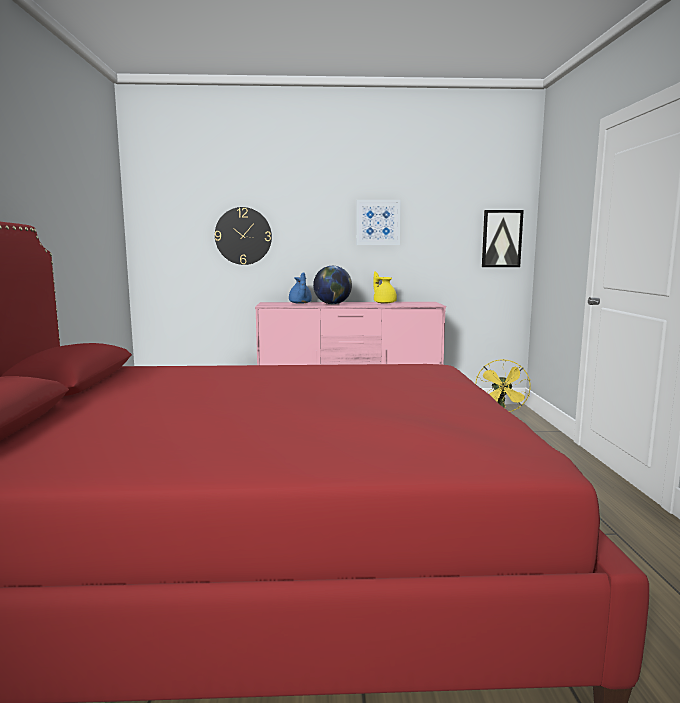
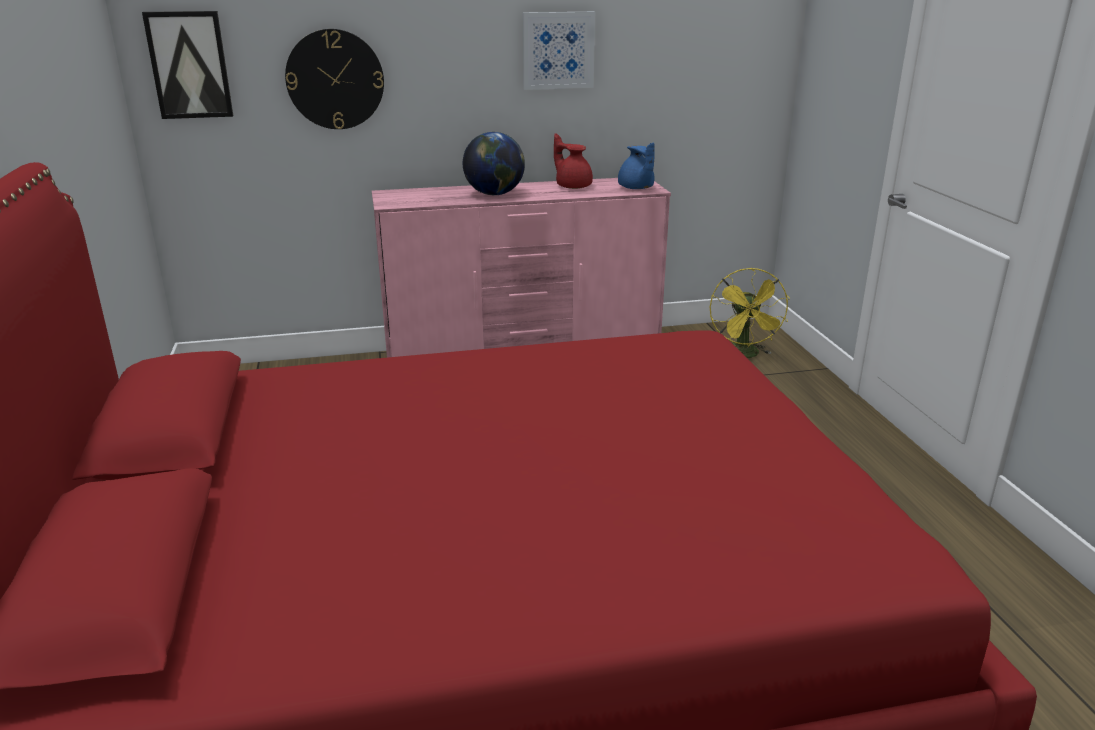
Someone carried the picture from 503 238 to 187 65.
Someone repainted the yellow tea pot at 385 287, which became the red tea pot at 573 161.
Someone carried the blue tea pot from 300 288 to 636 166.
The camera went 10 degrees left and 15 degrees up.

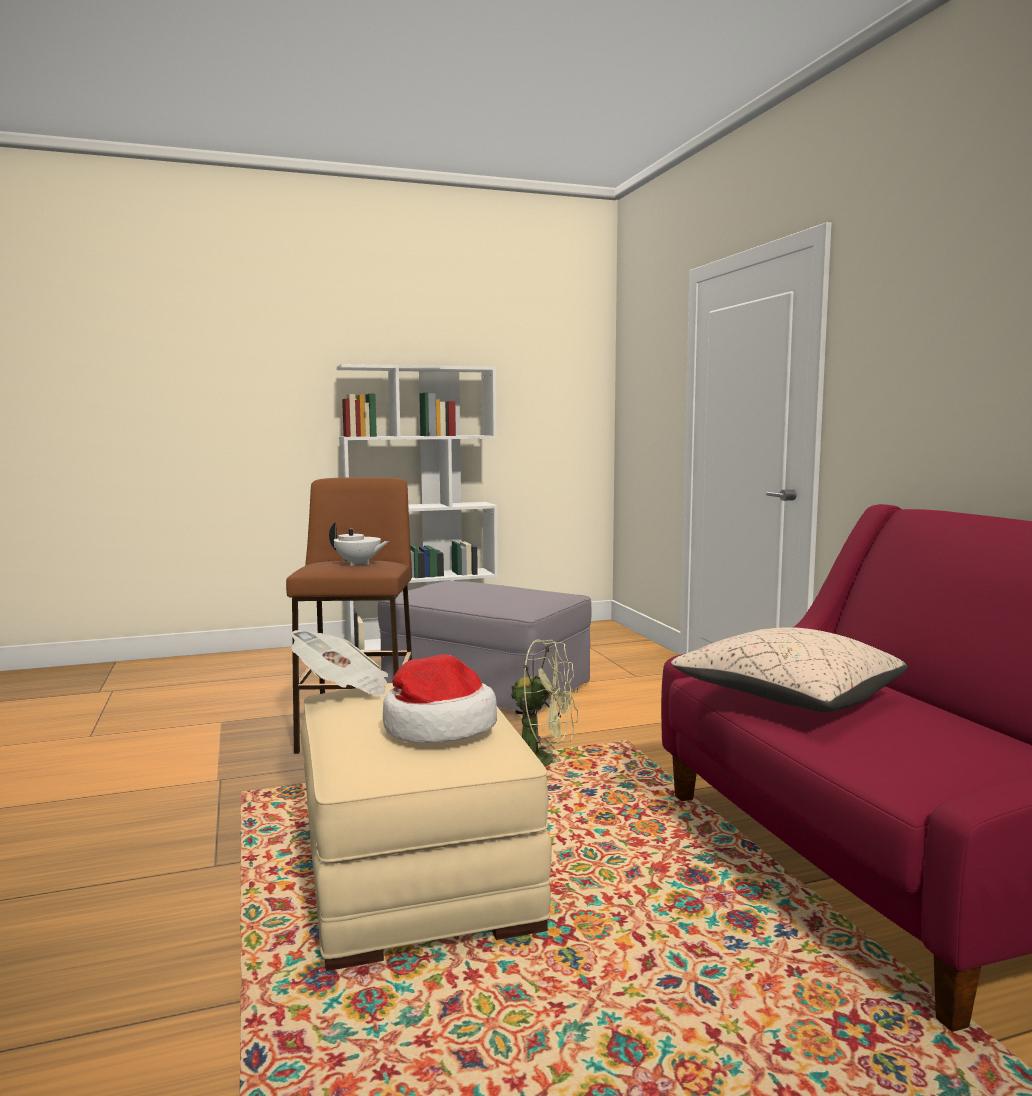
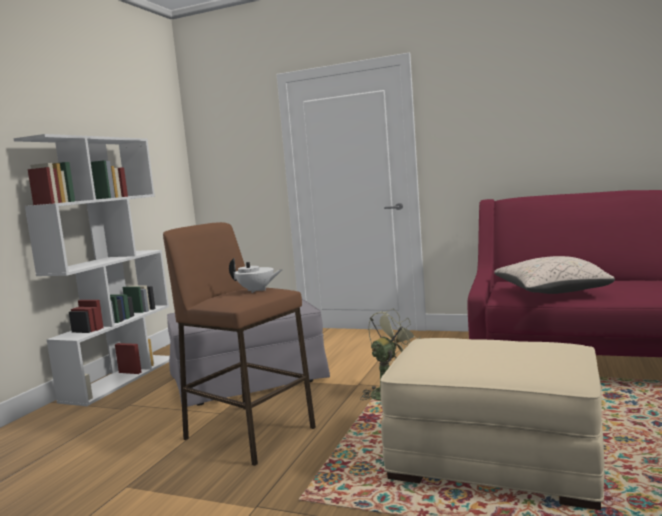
Someone rotated the white-coloured tea pot at 359 544 by 45 degrees clockwise.
Someone took away the printed paper at 339 663.
Someone took away the wearable hat at 440 698.
The camera went 50 degrees left and 0 degrees up.

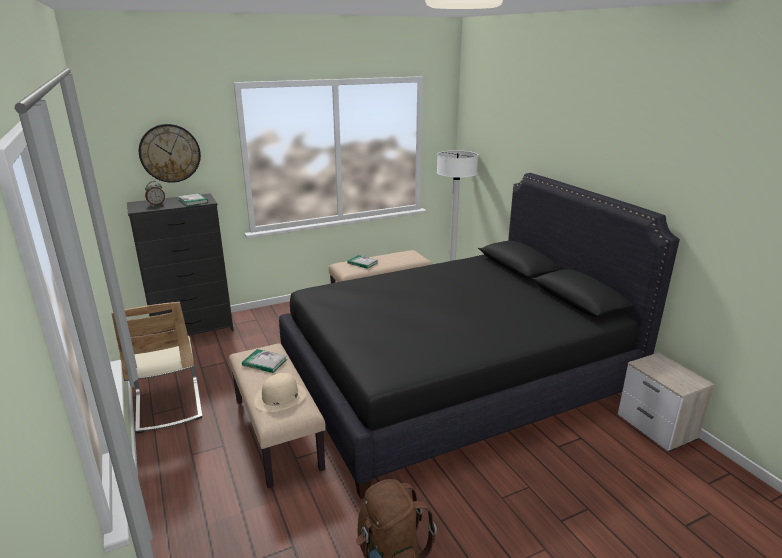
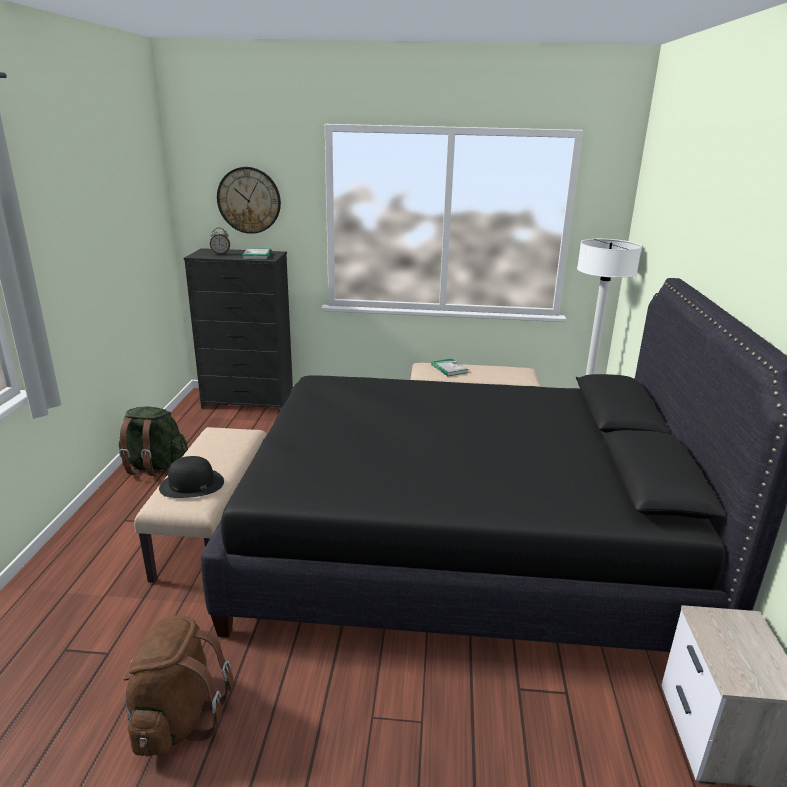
Someone swapped the sand-coloured chair at 157 367 for the greenish backpack at 153 441.
Someone took away the bound book at 264 361.
Someone repainted the sand-coloured wearable hat at 280 392, which became the black-coloured wearable hat at 191 477.
The camera went 30 degrees right and 0 degrees up.

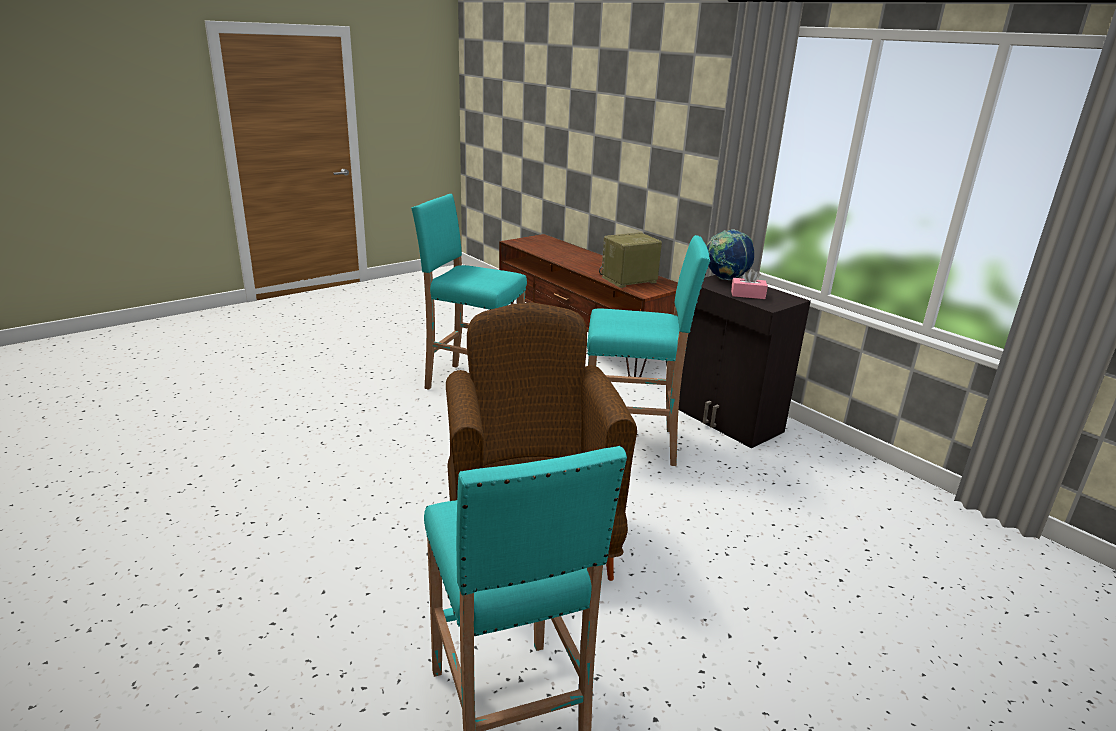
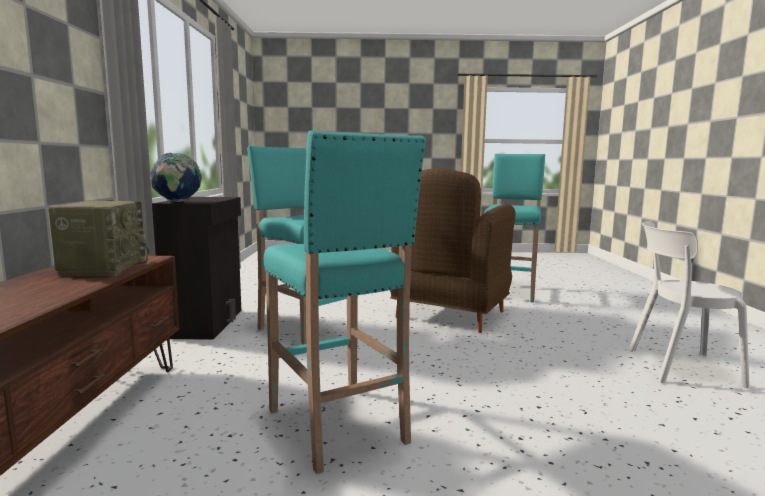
Someone rotated the radio set at 630 260 by 105 degrees counterclockwise.
Someone took away the pink tissue holder at 749 284.
Someone put down the white-coloured chair at 689 304.
The camera went 140 degrees left and 15 degrees down.

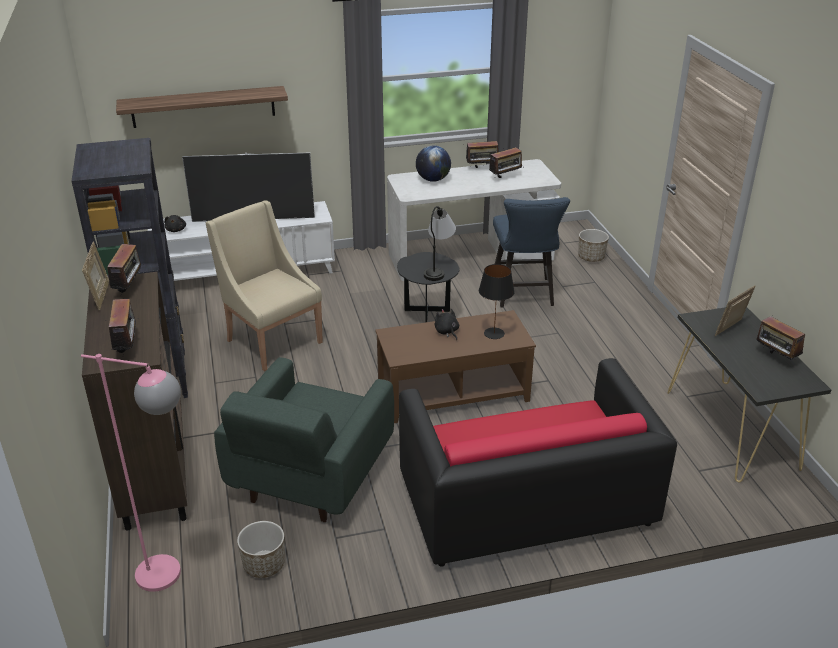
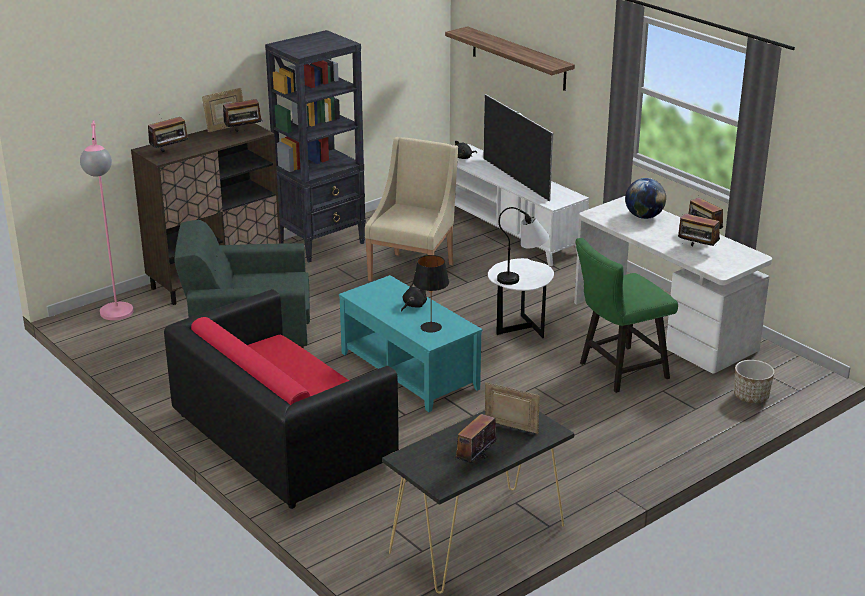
Someone repainted the blue chair at 531 252, which became the greenish chair at 626 315.
Someone repainted the black-coloured accent table at 428 287, which became the white-coloured accent table at 521 298.
Someone repainted the brownish low table at 455 366, which became the turquoise low table at 410 343.
Someone took away the plant pot at 261 549.
The camera went 65 degrees right and 5 degrees down.

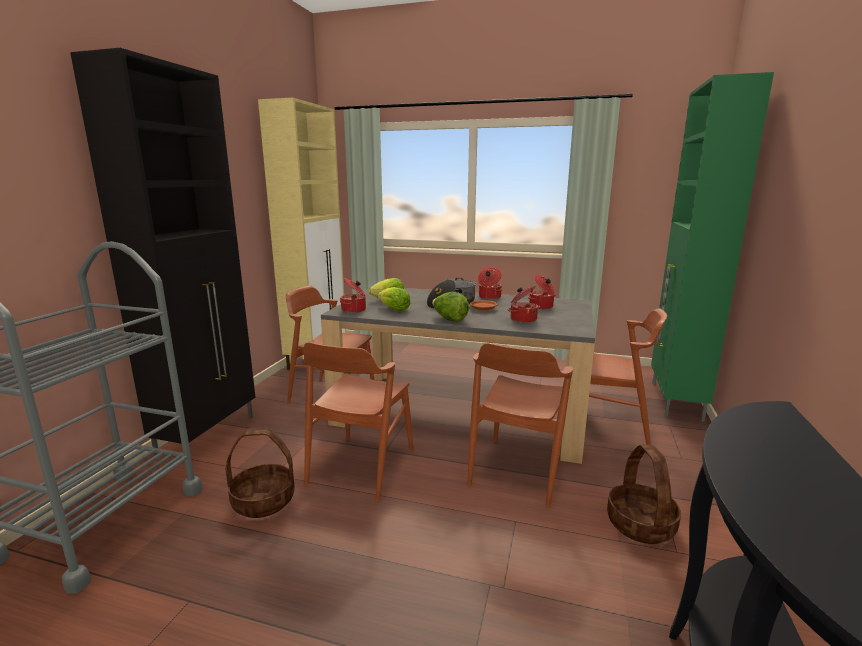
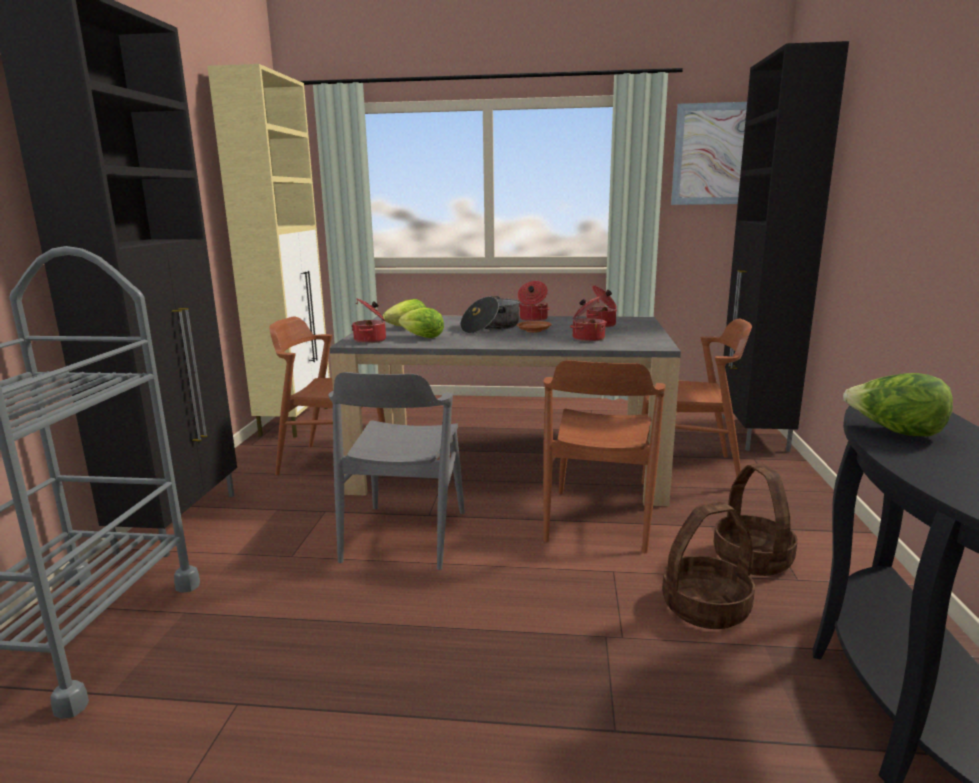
Someone repainted the greenish cabinet at 712 247, which became the black-coloured cabinet at 785 246.
Someone carried the lettuce from 450 307 to 898 405.
Someone repainted the brownish chair at 358 421, which became the grey chair at 396 471.
Someone carried the household basket from 259 473 to 708 565.
Someone put up the picture at 709 153.
The camera went 10 degrees left and 0 degrees up.

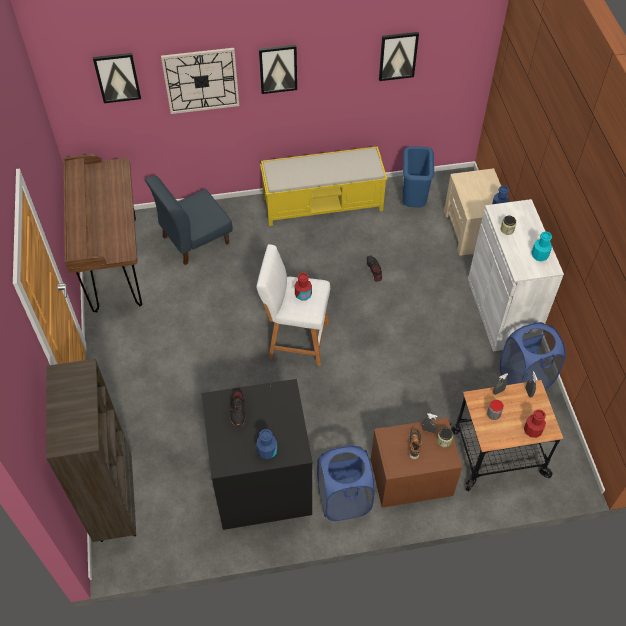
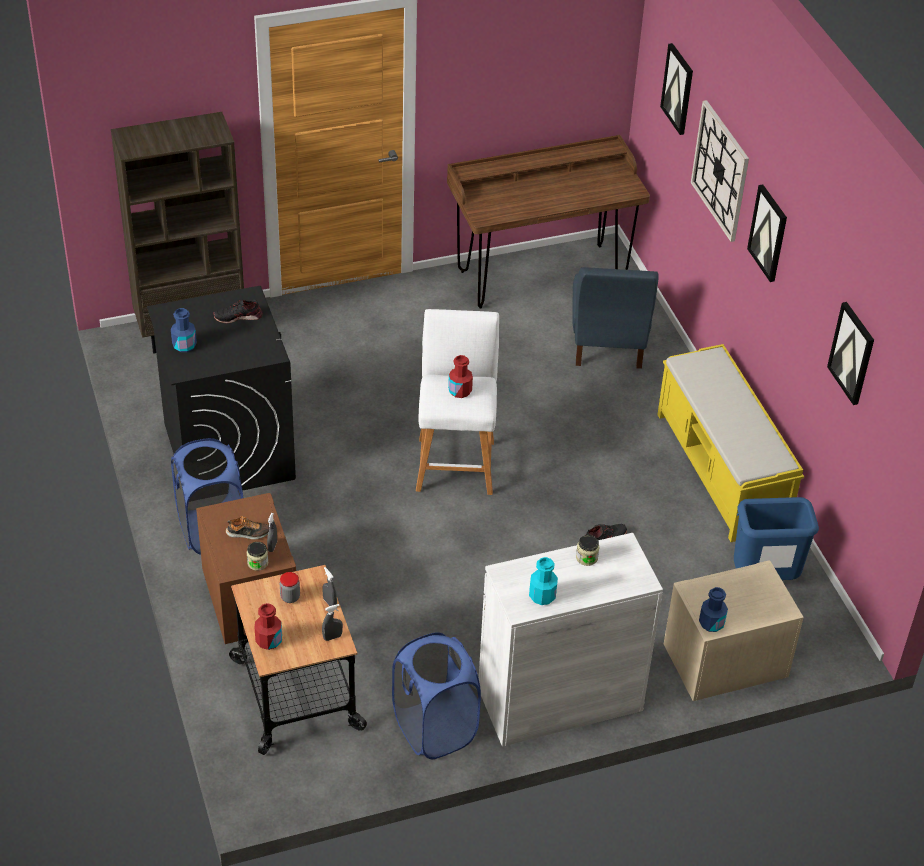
Someone rotated the blue chair at 189 220 by 135 degrees counterclockwise.
The camera went 80 degrees right and 10 degrees down.

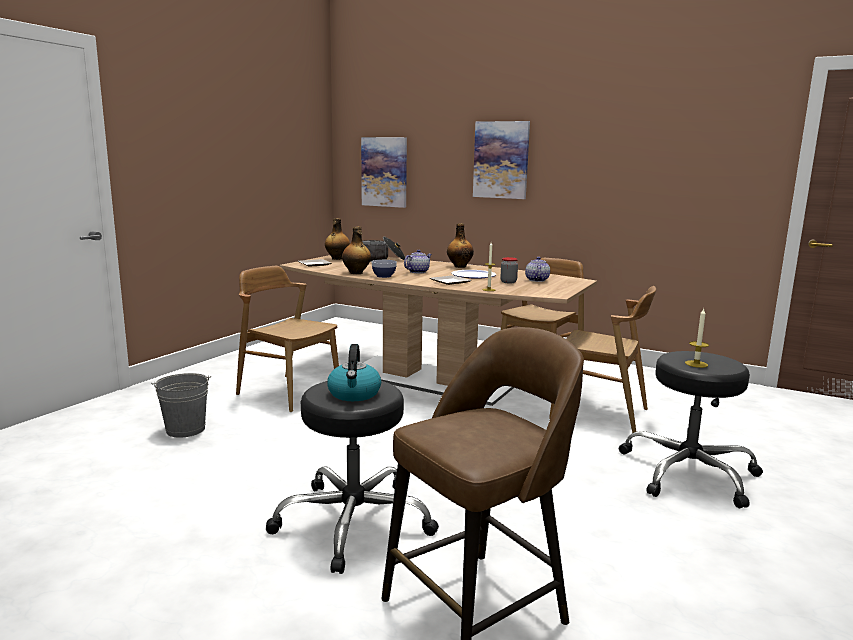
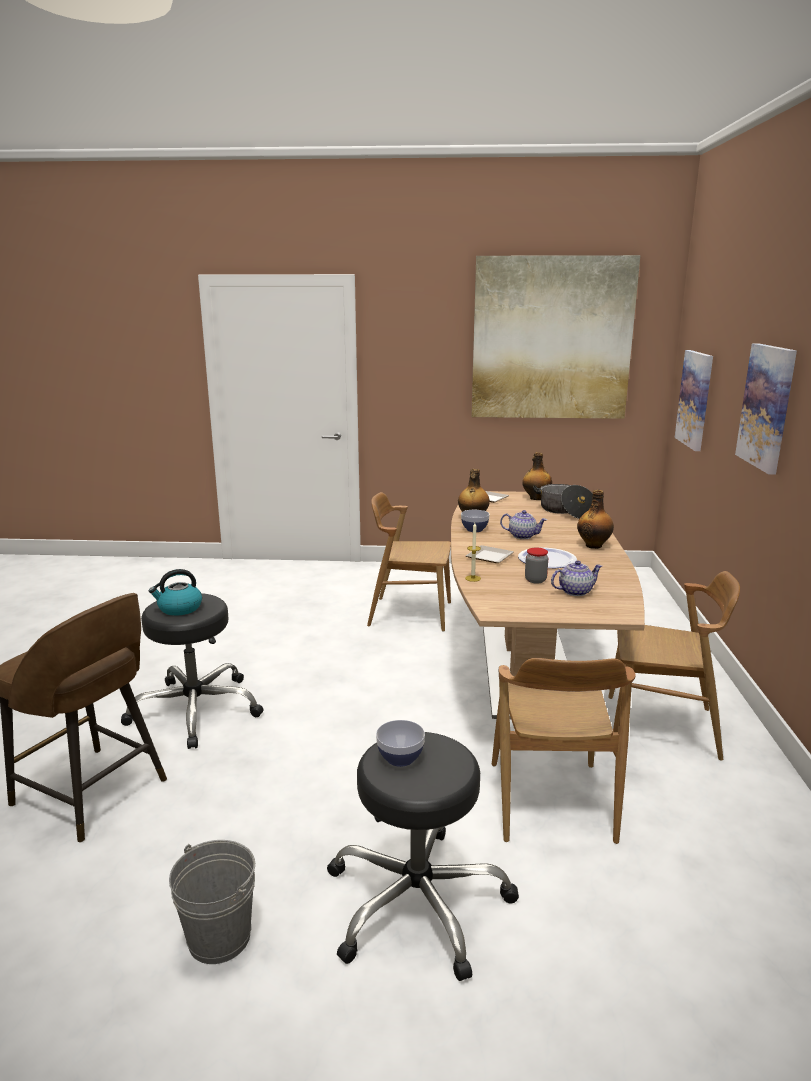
Someone rotated the brownish chair at 287 339 by 90 degrees counterclockwise.
Someone swapped the wax candle at 697 338 for the deep dish at 400 743.
Someone carried the grey bucket from 181 405 to 212 902.
Someone put up the picture at 555 337.
The camera went 65 degrees right and 5 degrees up.

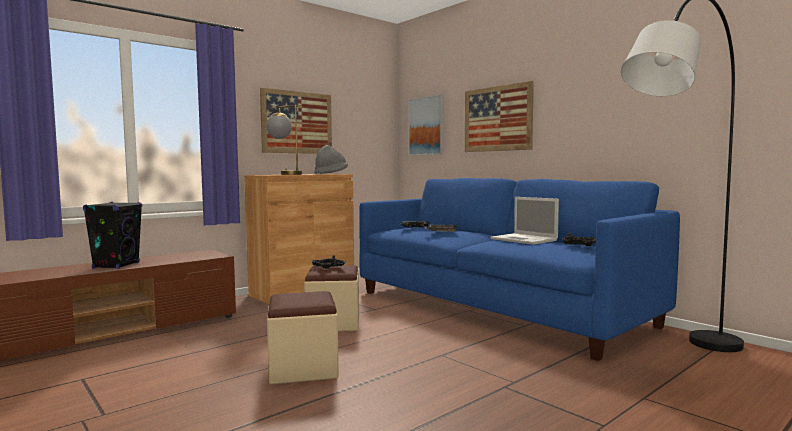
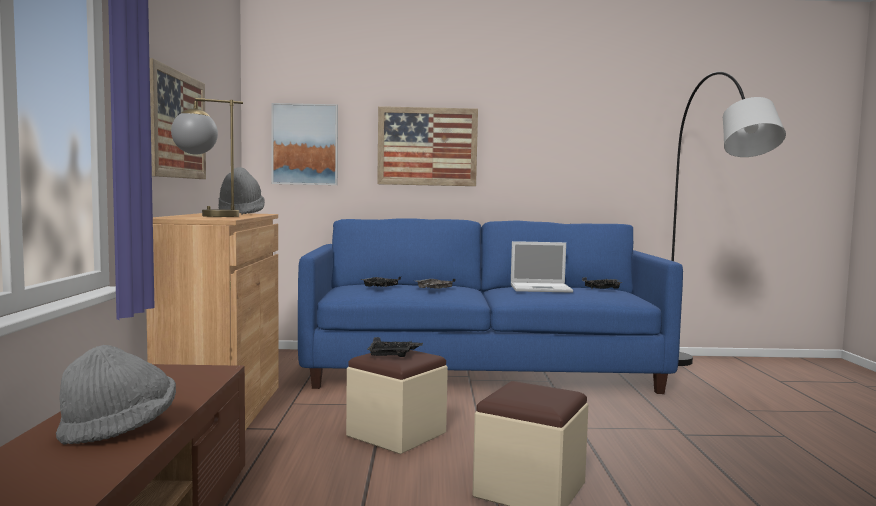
Someone swapped the black-coloured audio speaker at 112 235 for the grey wearable hat at 116 395.
The camera went 50 degrees left and 0 degrees up.

